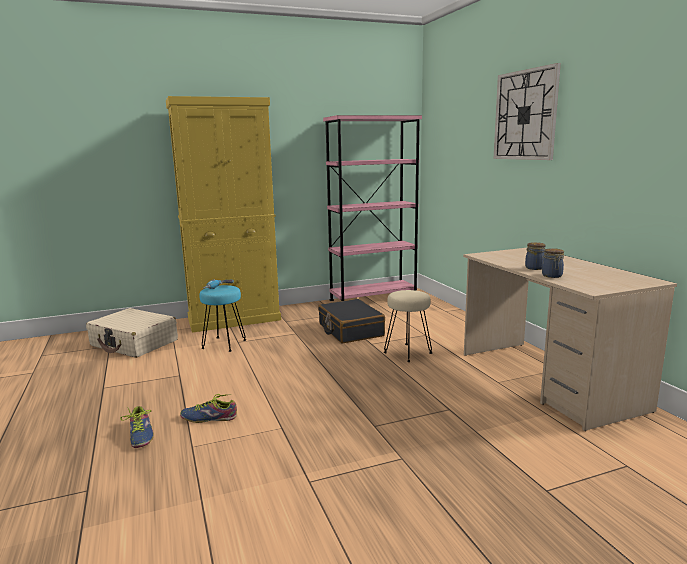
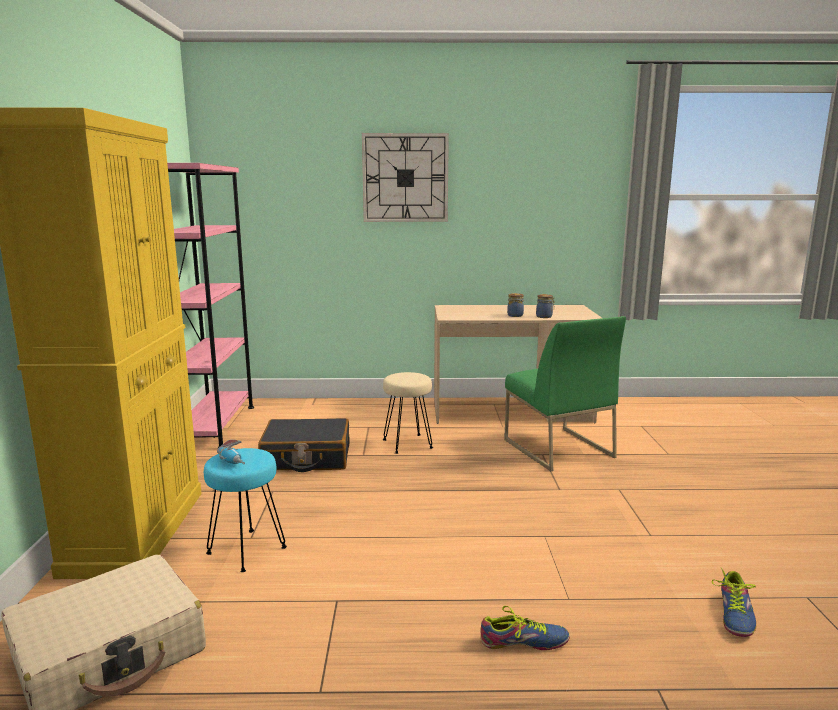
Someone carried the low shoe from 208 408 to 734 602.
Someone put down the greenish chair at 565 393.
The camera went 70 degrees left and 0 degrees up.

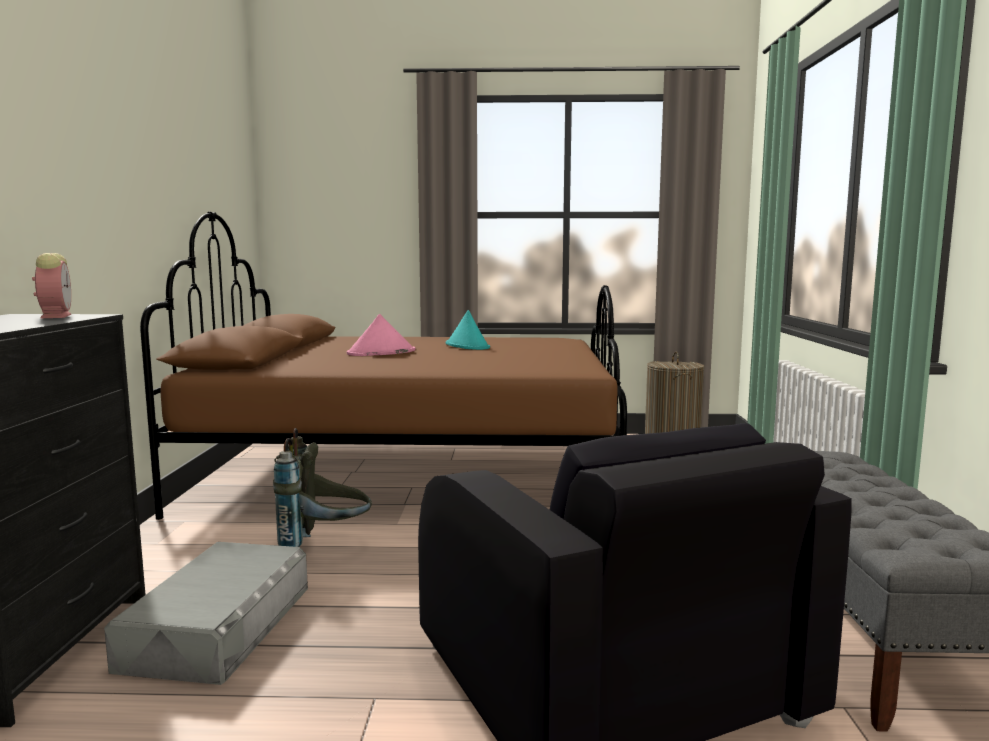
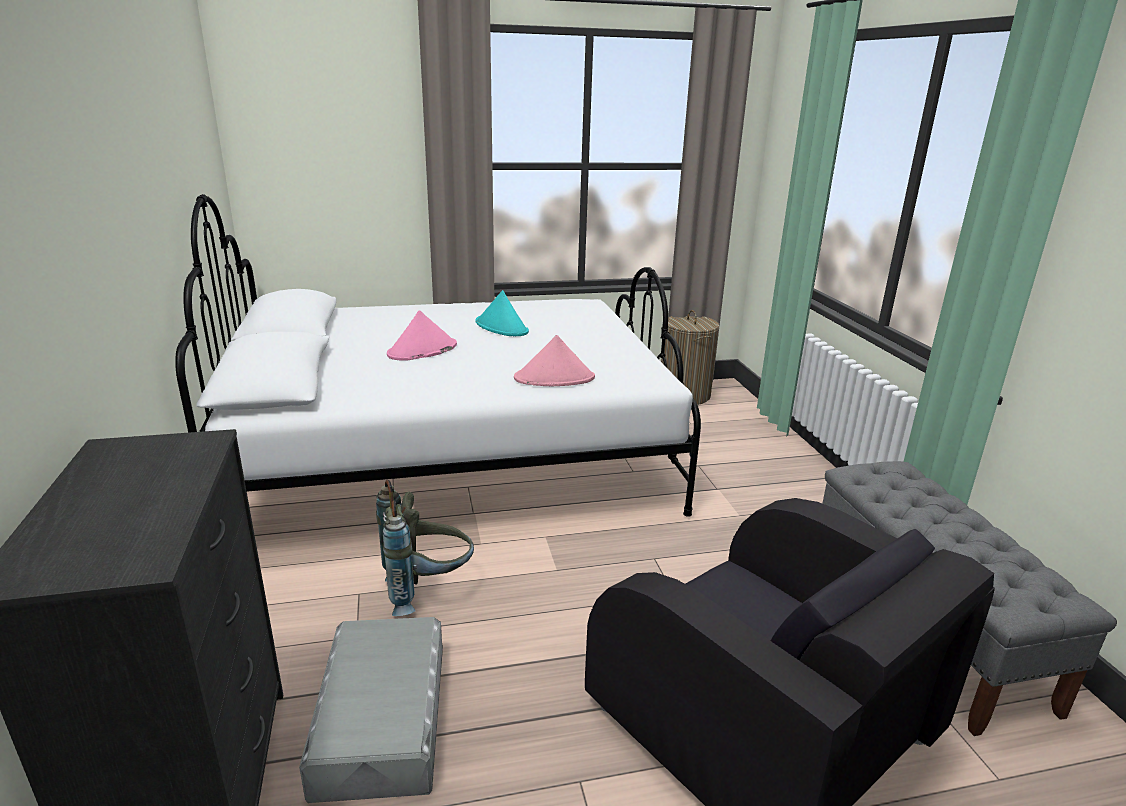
Someone repainted the brownish sleeping bed at 383 366, which became the white-coloured sleeping bed at 438 355.
Someone took away the alarm clock at 51 285.
Someone put down the pink wearable hat at 554 360.
The camera went 15 degrees left and 15 degrees up.

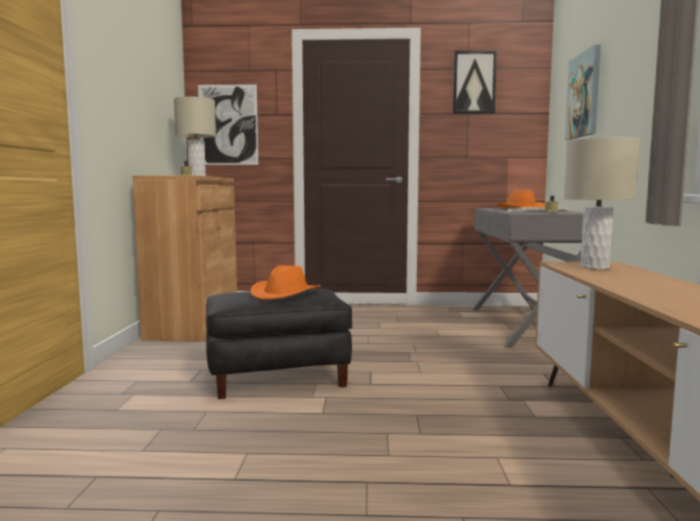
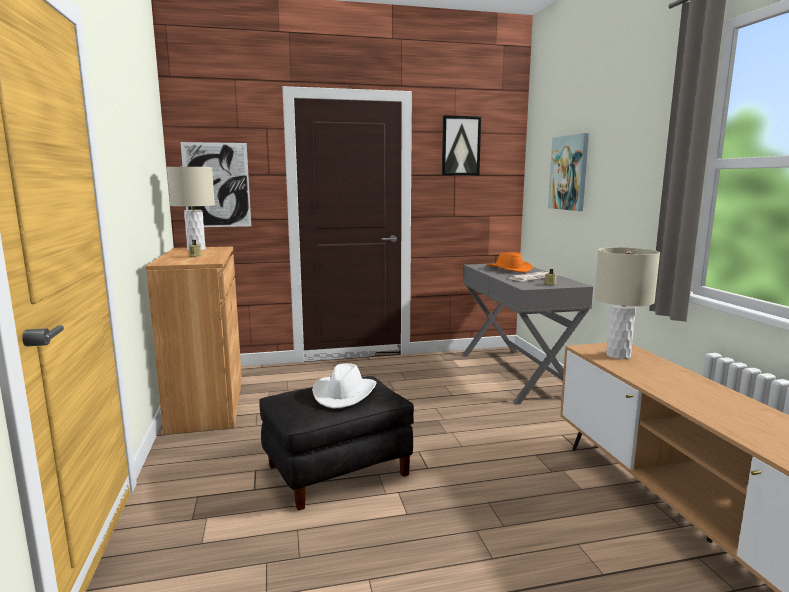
Someone repainted the orangey wearable hat at 285 282, which became the white-coloured wearable hat at 344 386.
The camera went 15 degrees left and 5 degrees up.

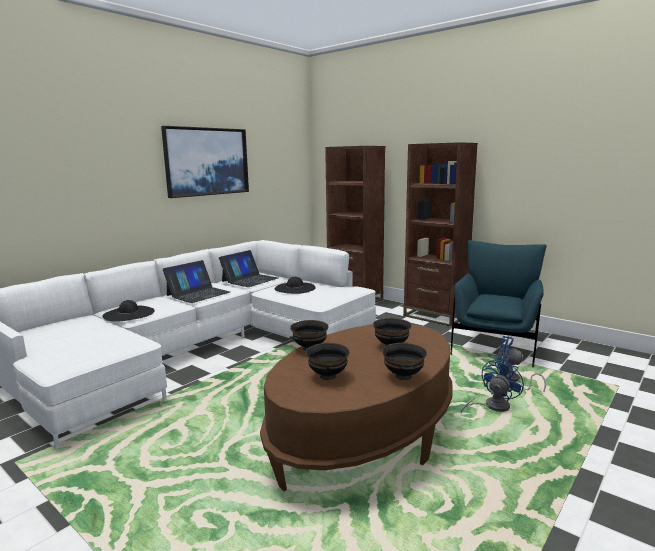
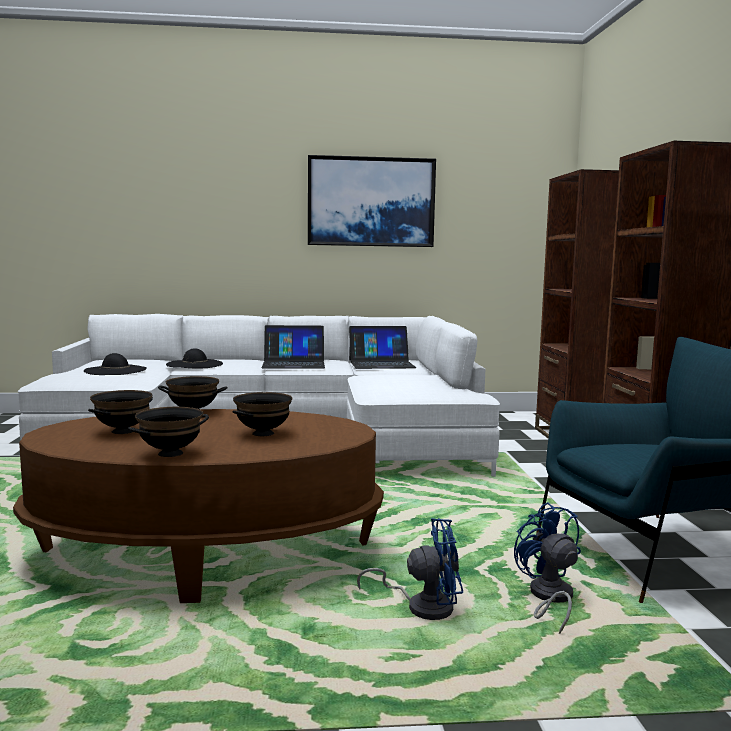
Someone carried the black-coloured wearable hat from 295 285 to 115 364.
The camera went 45 degrees right and 5 degrees down.

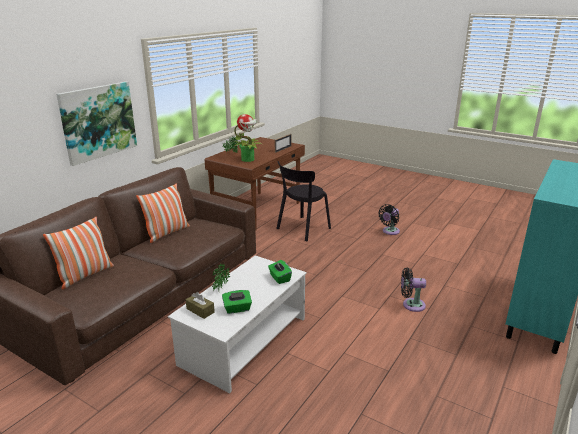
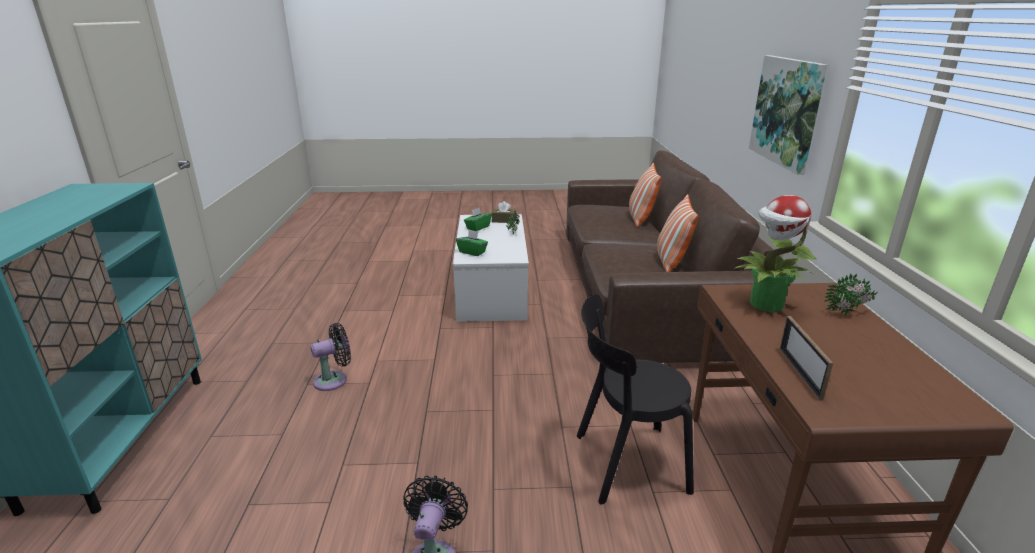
Someone rotated the black-coloured chair at 303 201 by 105 degrees counterclockwise.
The camera went 145 degrees right and 0 degrees up.

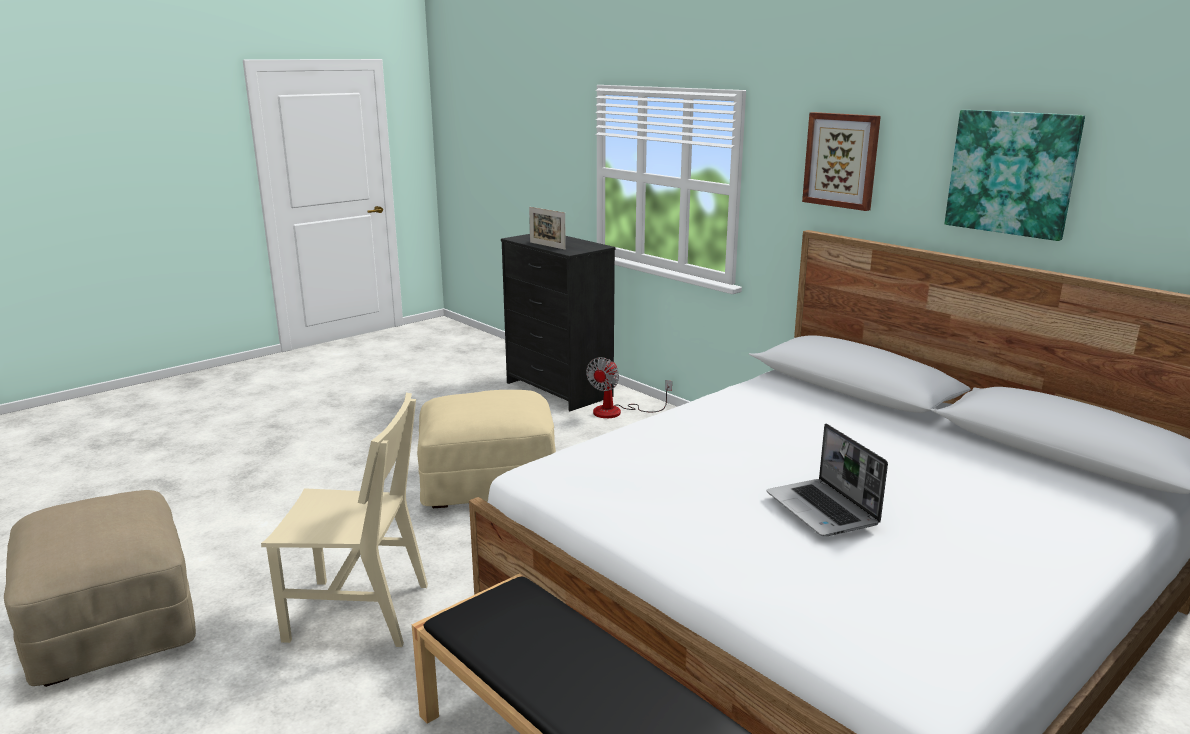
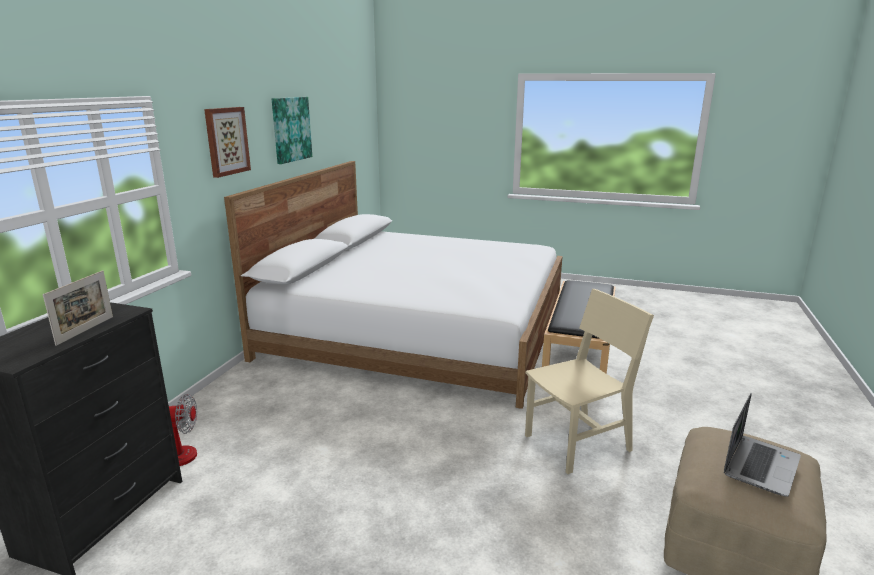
Someone took away the sand-coloured pouffe at 486 449.
Someone rotated the sand-coloured chair at 344 520 by 90 degrees clockwise.
Someone carried the portable computer from 827 480 to 762 445.
The camera went 120 degrees left and 0 degrees up.

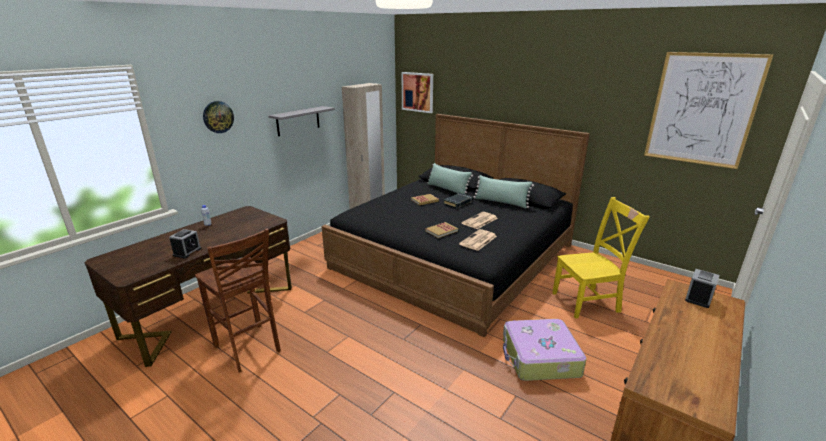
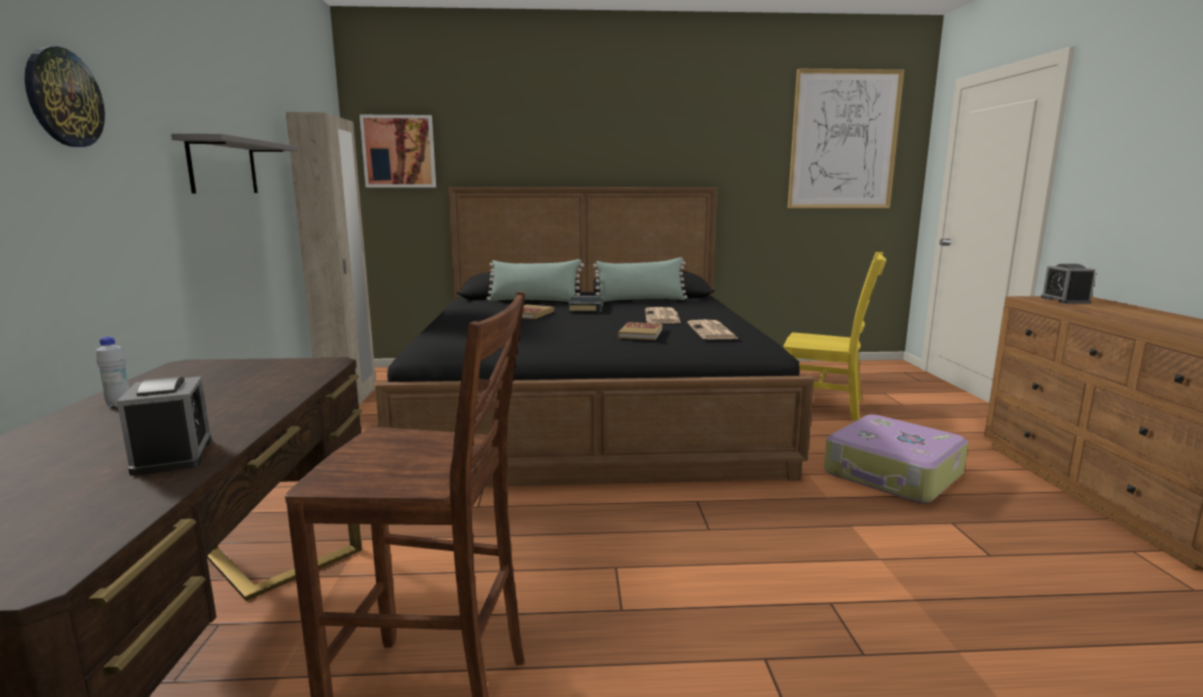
Someone rotated the yellow chair at 601 257 by 75 degrees clockwise.
The camera went 40 degrees left and 10 degrees down.

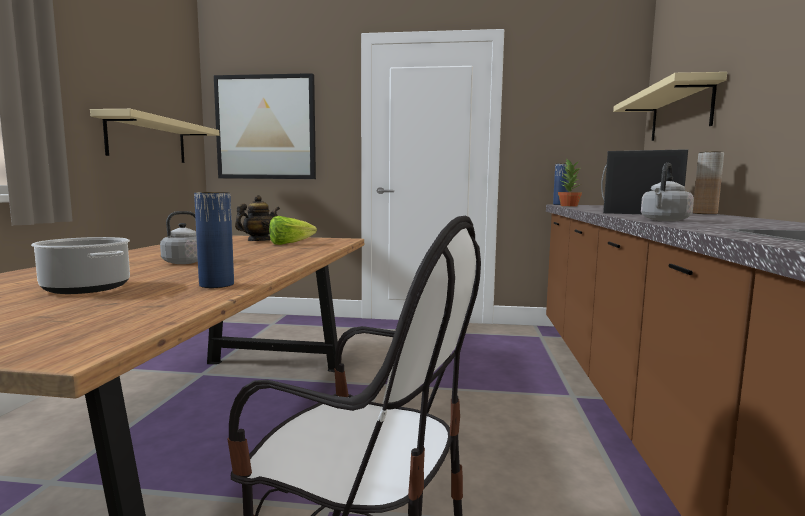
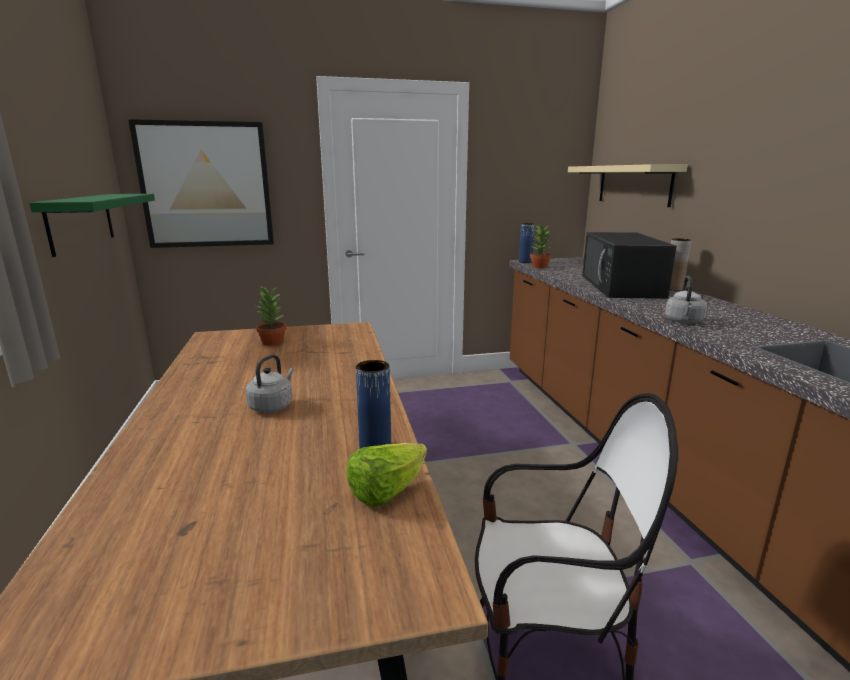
Someone repainted the sand-coloured wall shelf at 154 136, which became the greenish wall shelf at 92 225.
Someone swapped the tea pot at 257 218 for the houseplant at 271 316.
Someone carried the lettuce from 293 230 to 387 475.
Someone took away the saucepot at 80 265.
The camera went 20 degrees left and 10 degrees up.

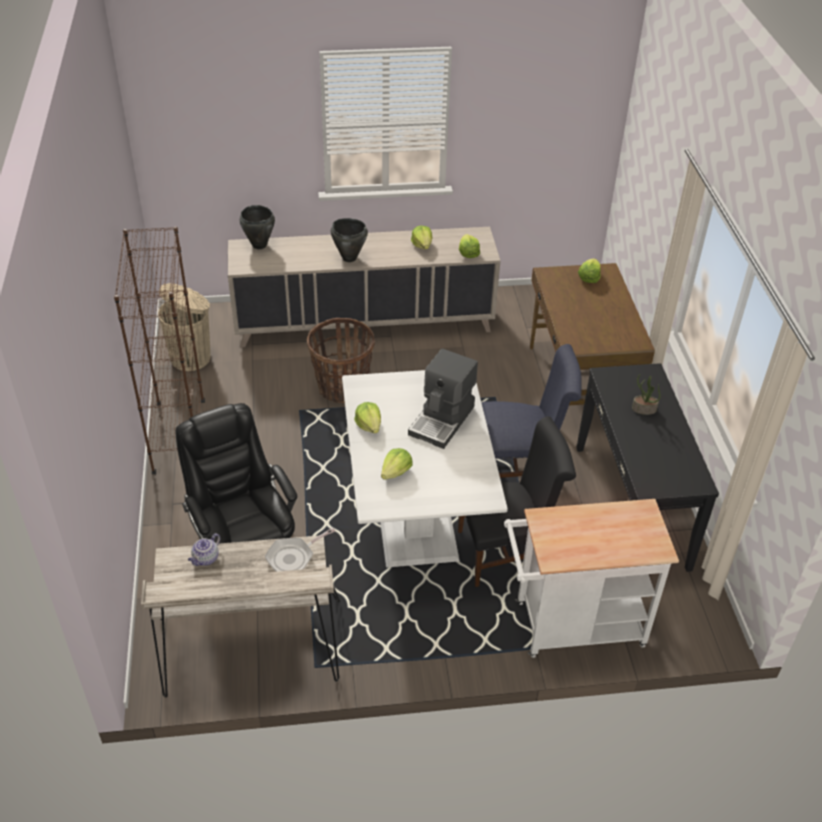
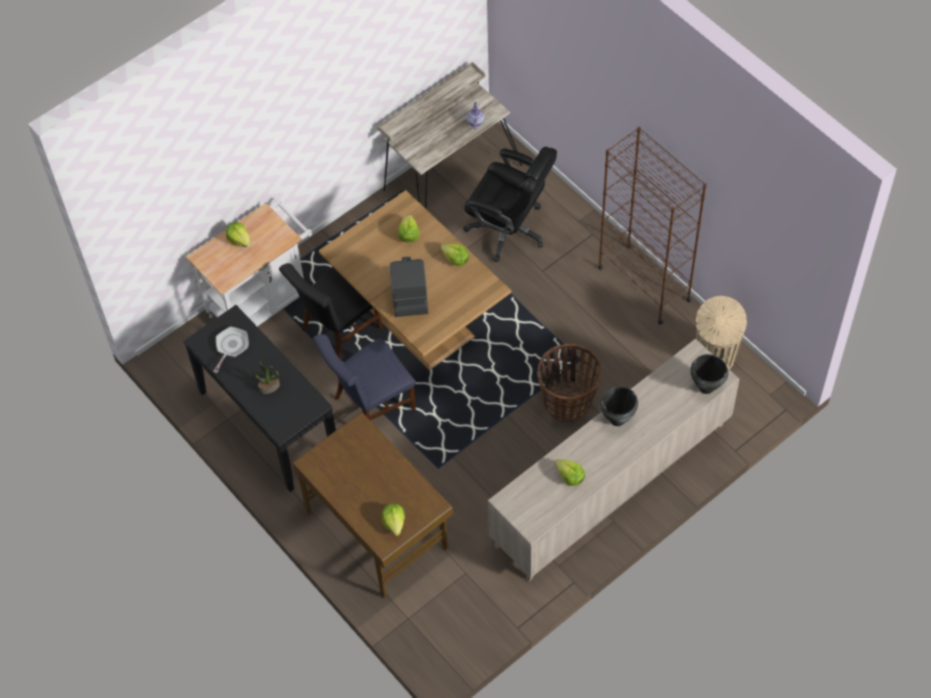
Someone carried the lettuce from 469 246 to 238 234.
Someone repainted the white-coloured dinner table at 425 468, which became the brownish dinner table at 415 280.
Someone carried the frying pan from 300 549 to 231 349.
The camera went 150 degrees right and 15 degrees up.

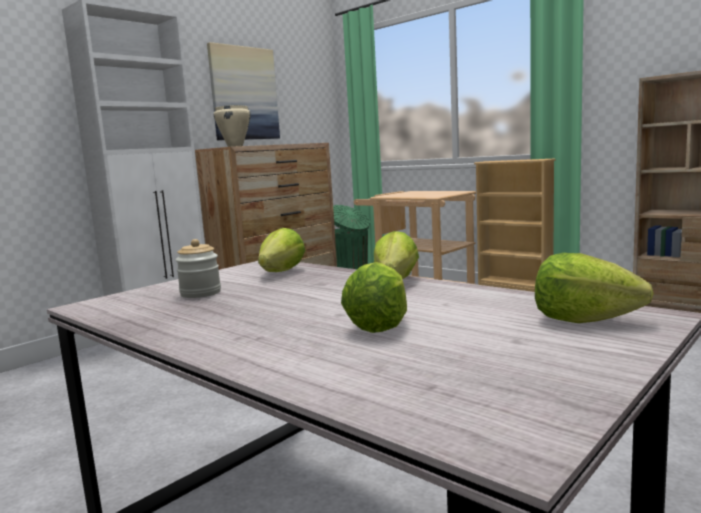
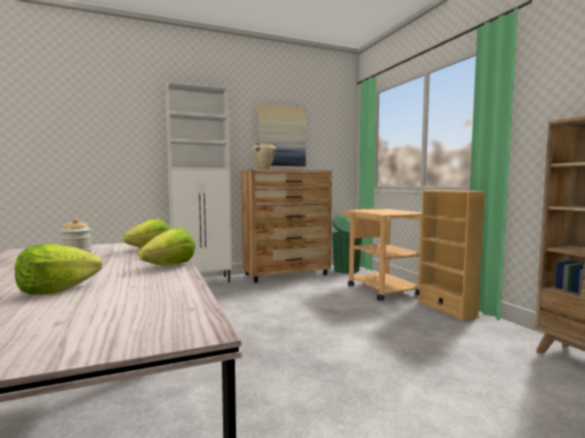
Someone took away the lettuce at 594 288.
The camera went 25 degrees right and 5 degrees down.

